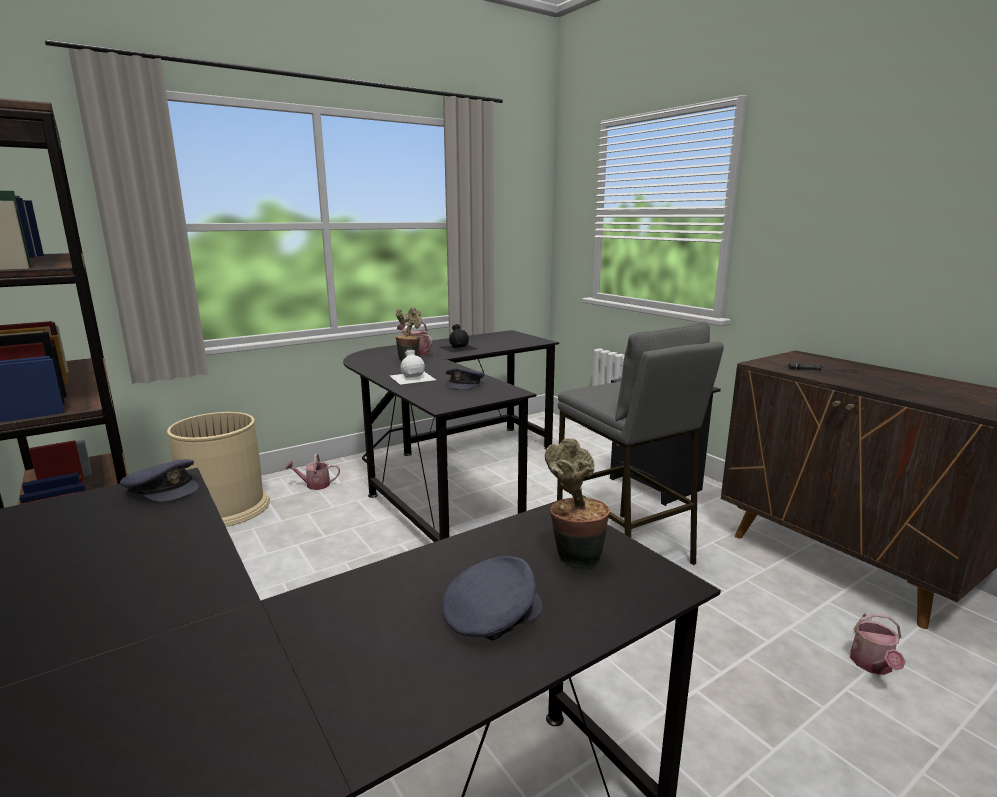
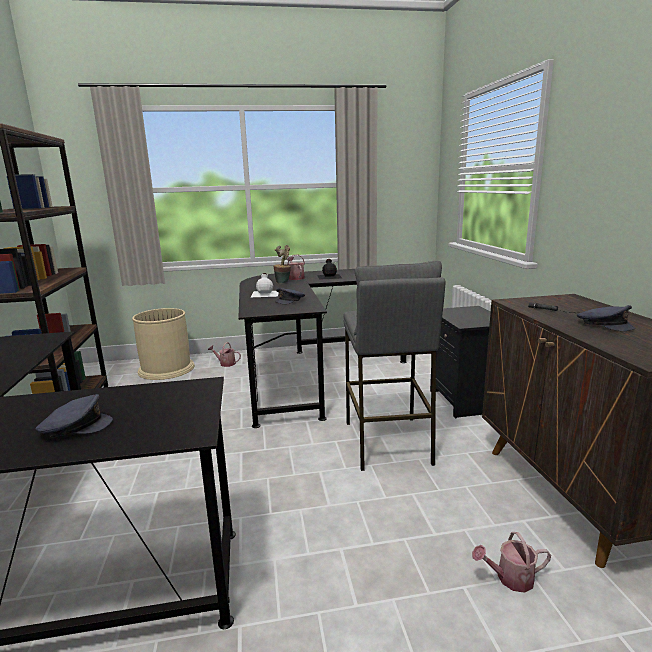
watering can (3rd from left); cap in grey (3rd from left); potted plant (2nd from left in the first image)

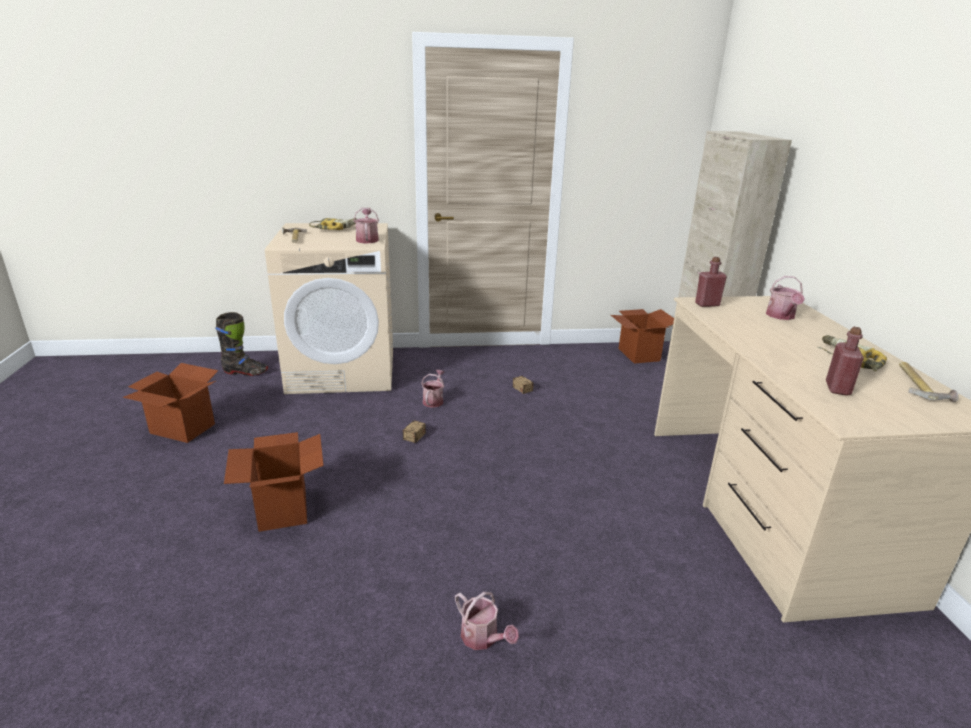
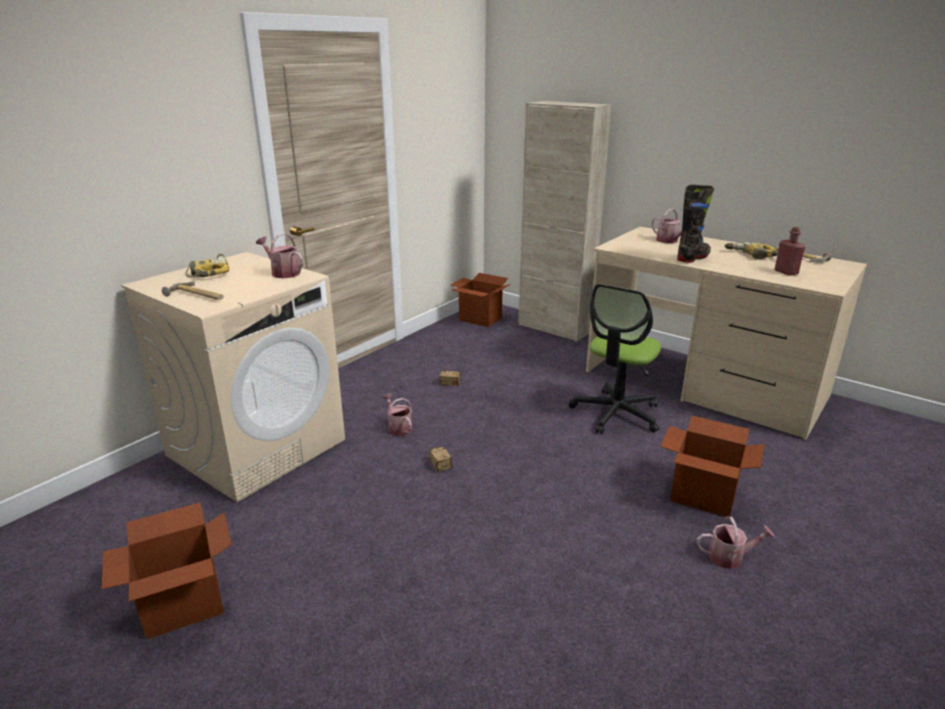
office chair; cardboard box (3rd from left); boot in black; bottle in red (1st from left in the first image)

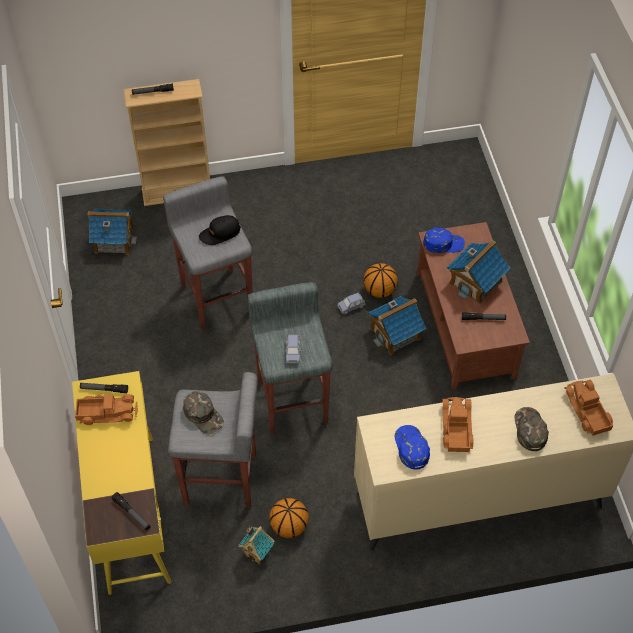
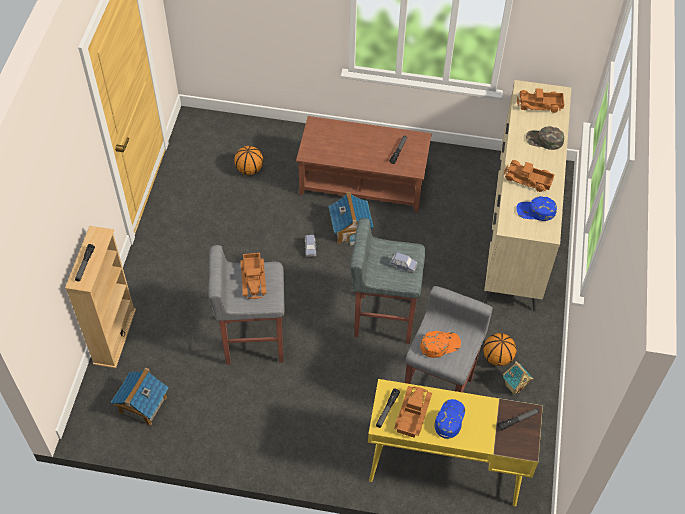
basketball (1st from left); toy truck (1st from left); cap in orange; cap in blue (1st from left); toy house (4th from left in the first image)

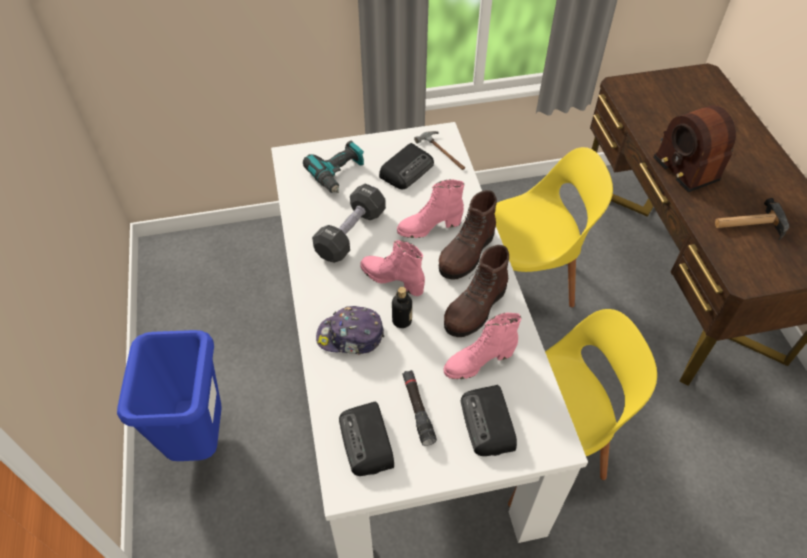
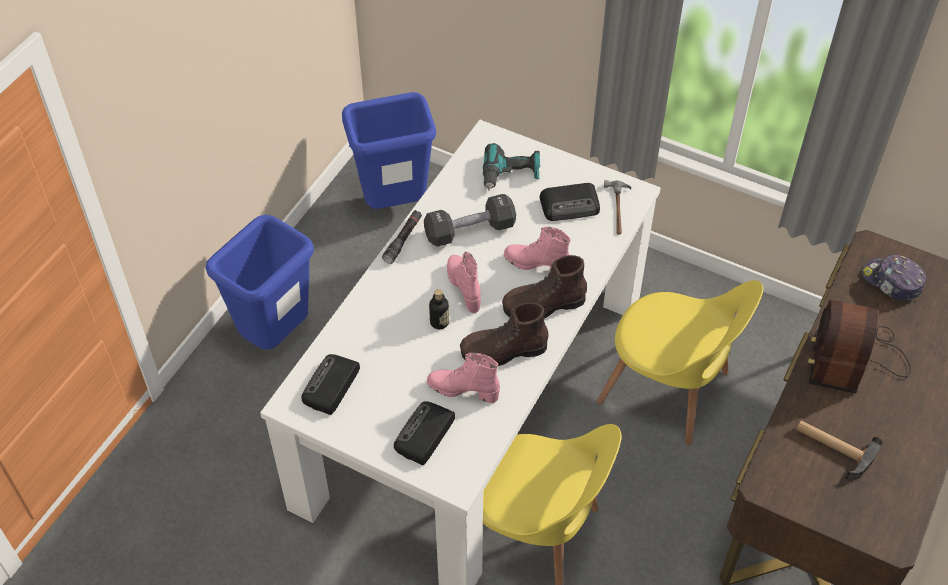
trash can in blue (2nd from left); flashlight in black; cap

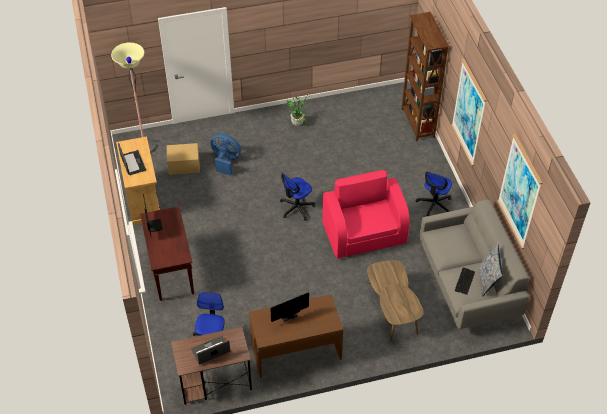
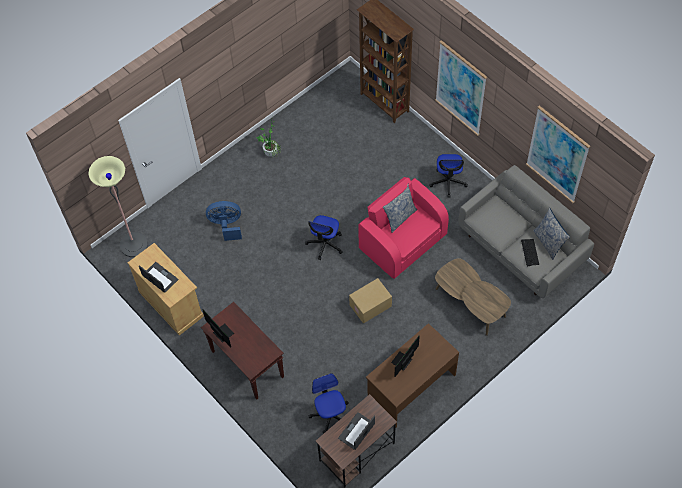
cardboard box; pillow (1st from left)

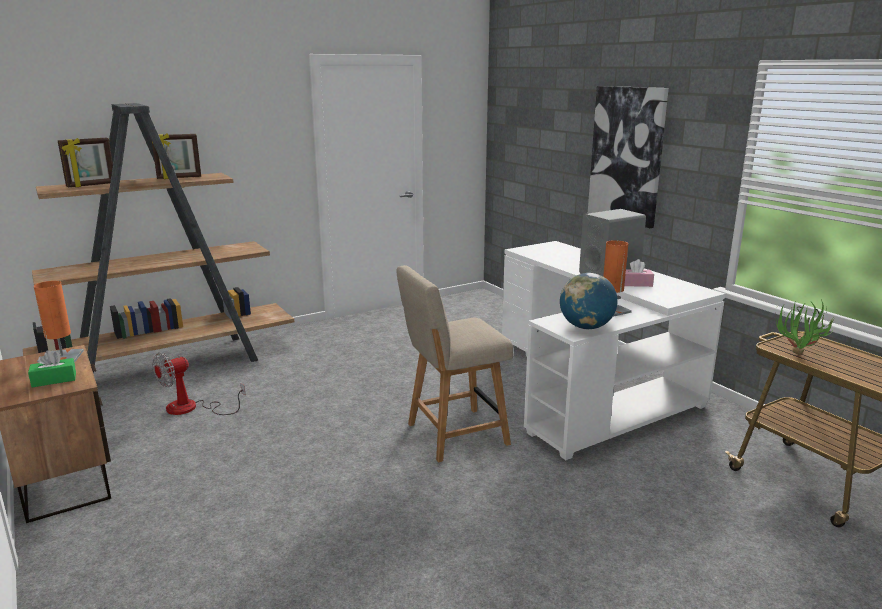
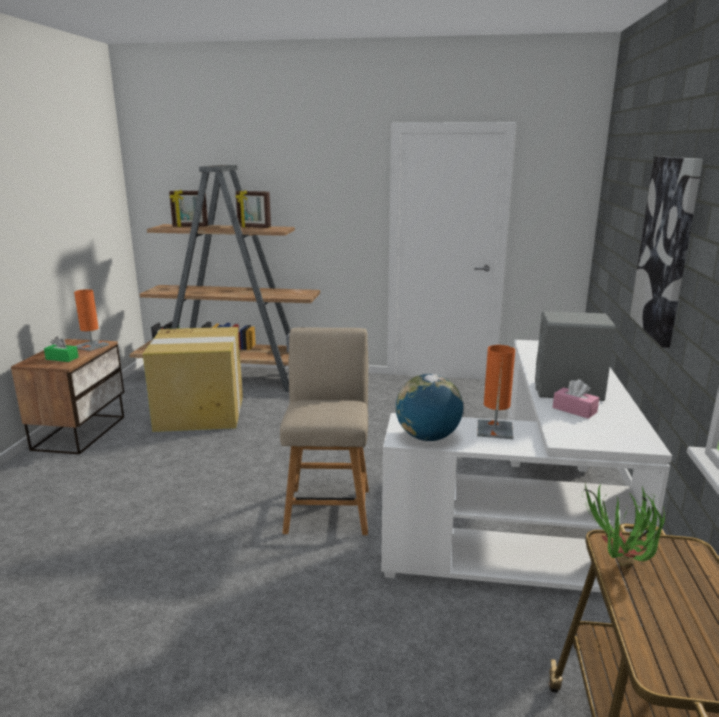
cardboard box; chair in beige

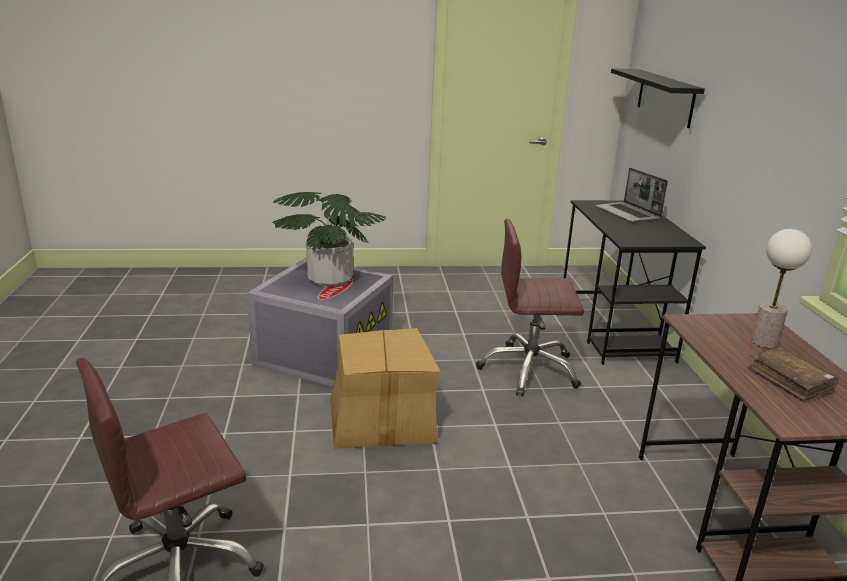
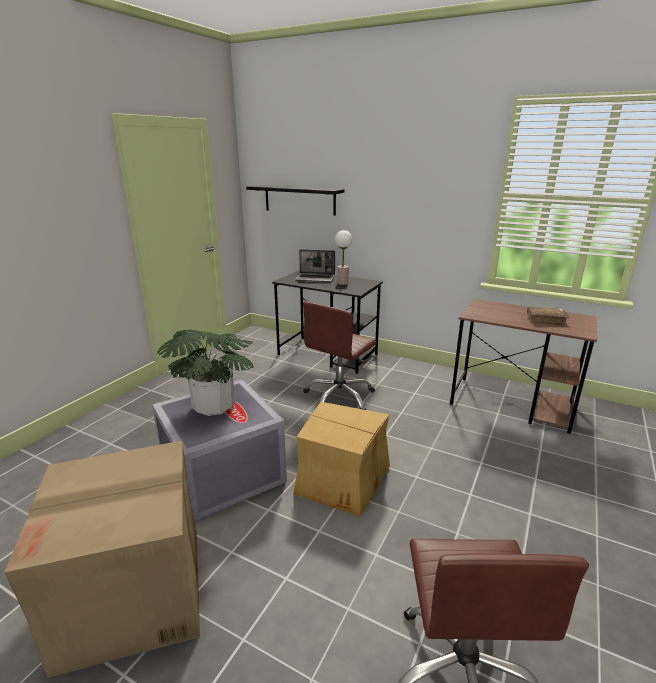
cardboard box (1st from left); table lamp

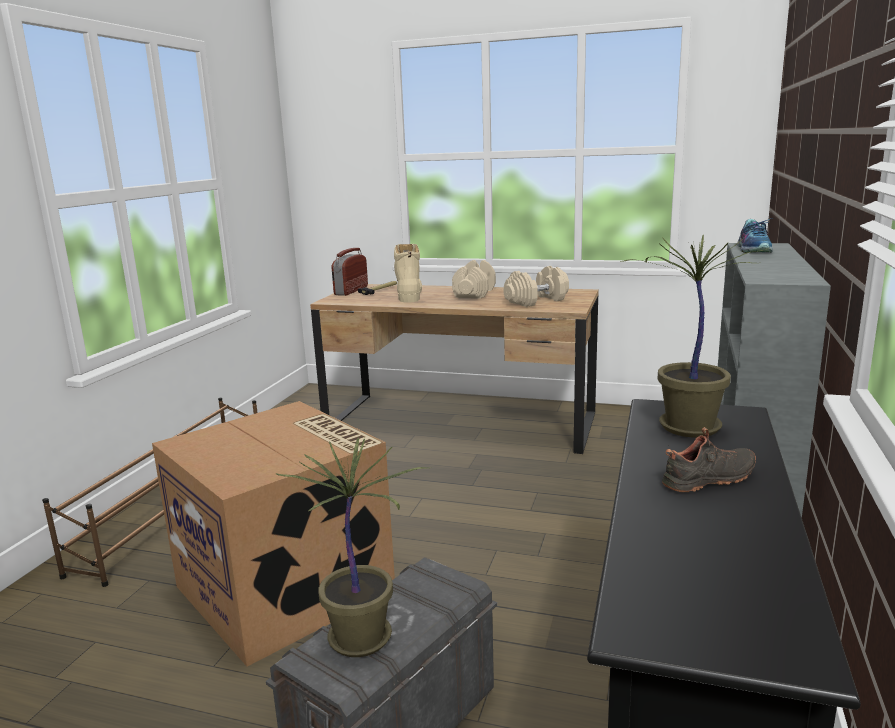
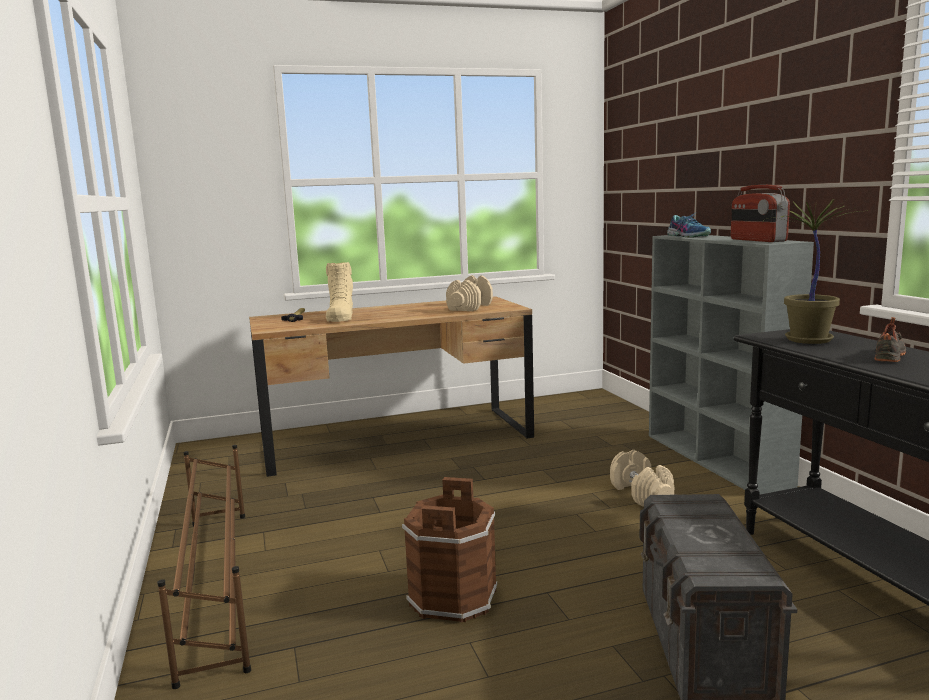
boot in beige; bucket in brown; dumbbell in beige (2nd from left); radio; potted plant (1st from left in the first image)

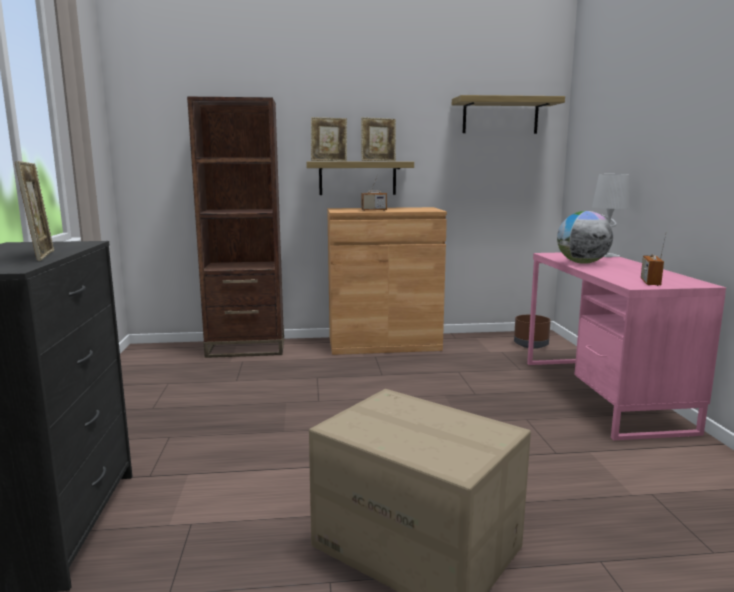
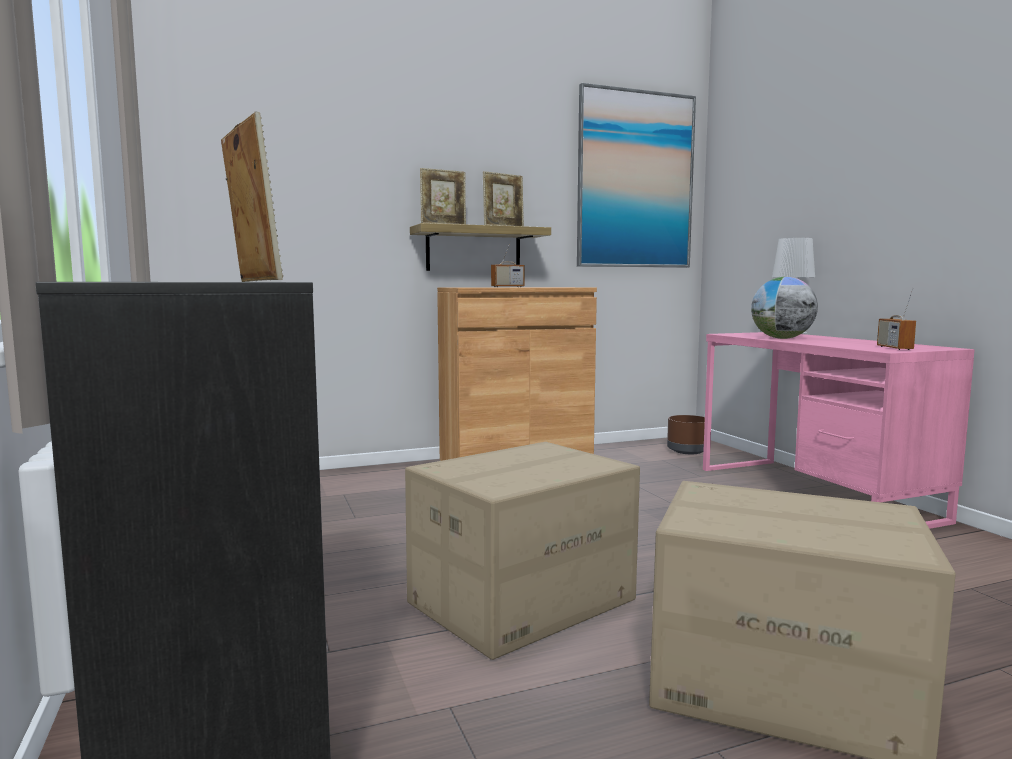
cardboard box (1st from left); picture; bookcase in brown

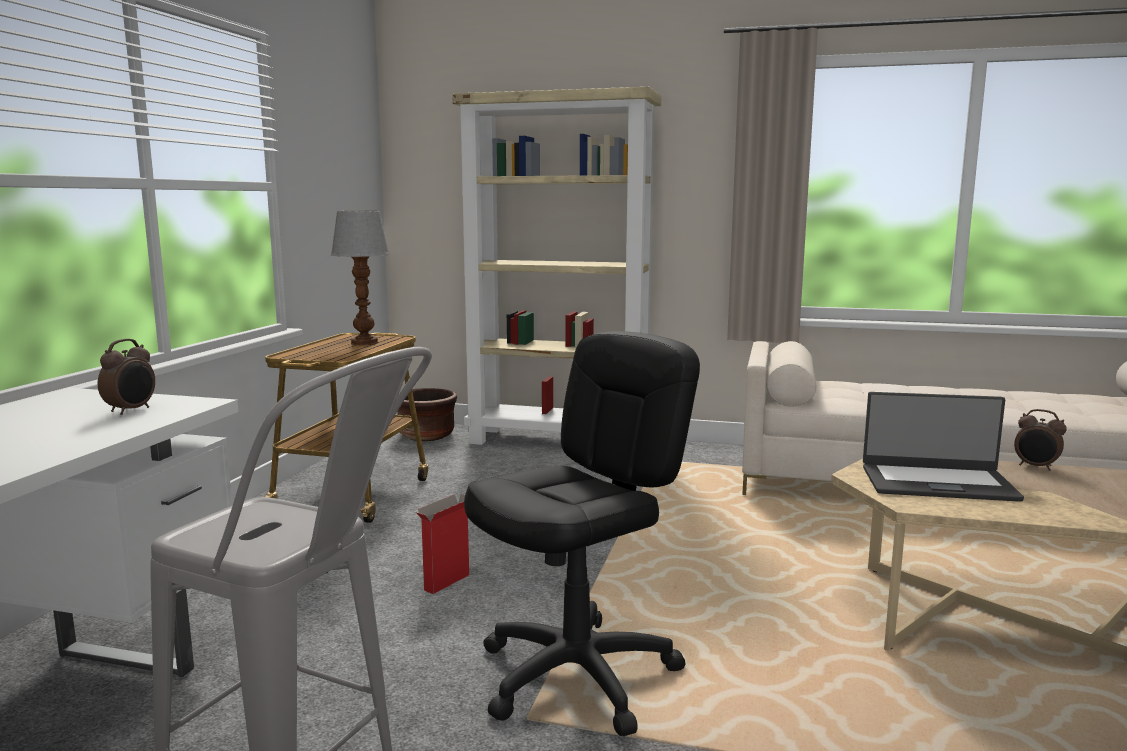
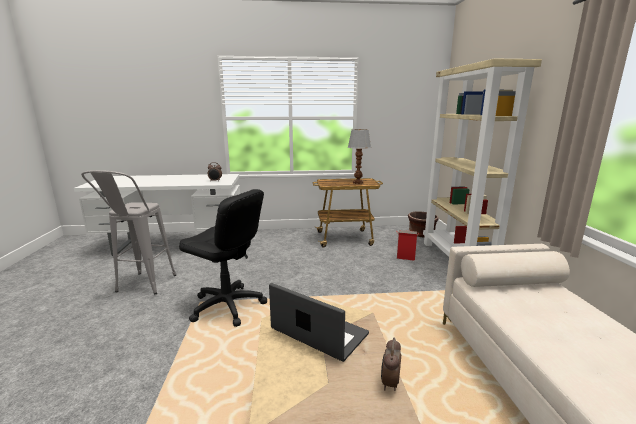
laptop; cardboard box

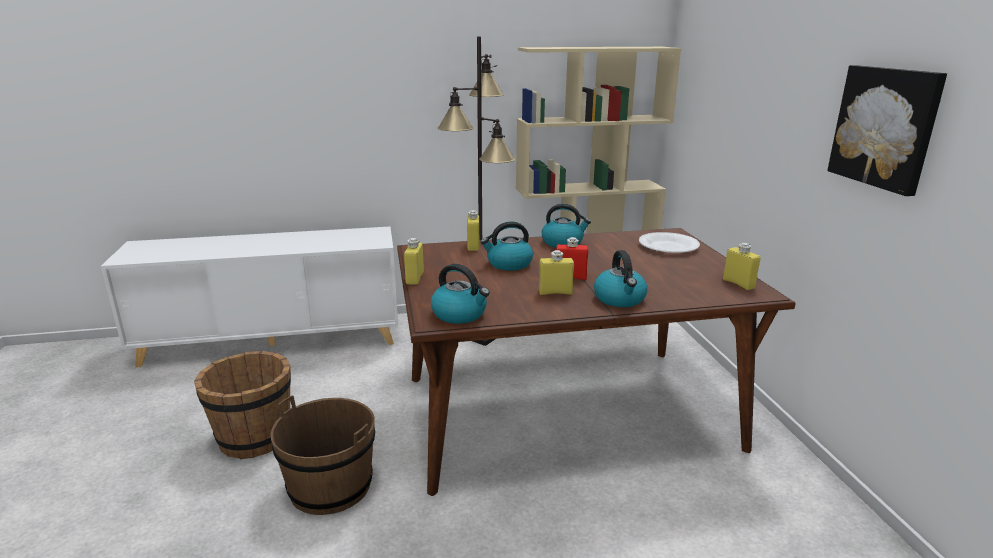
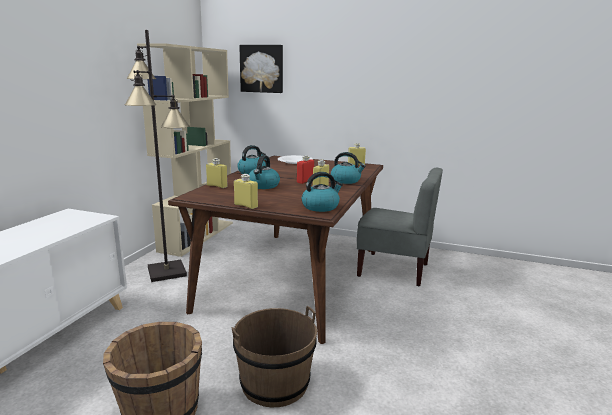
picture; chair in grey

